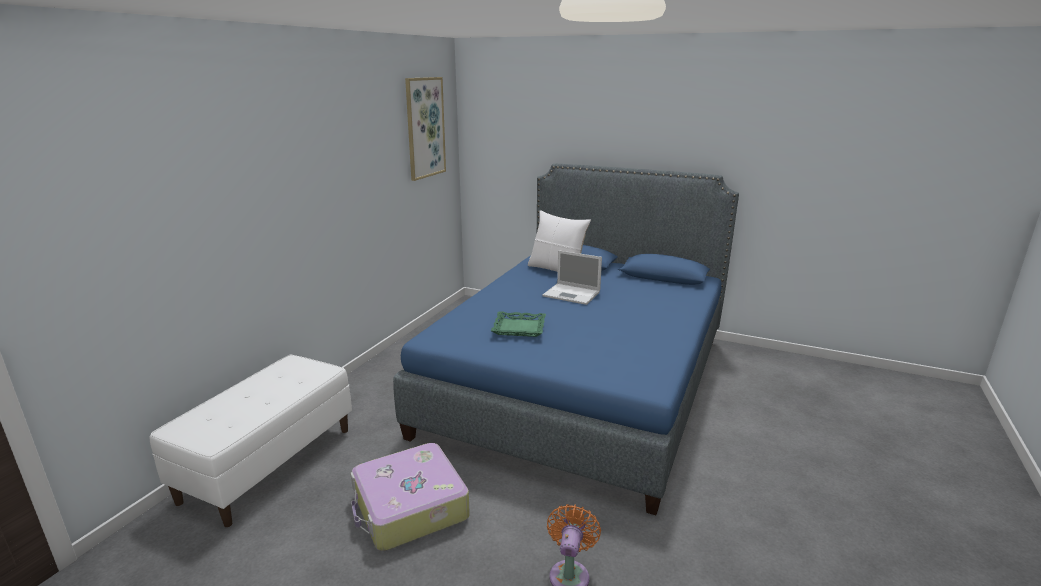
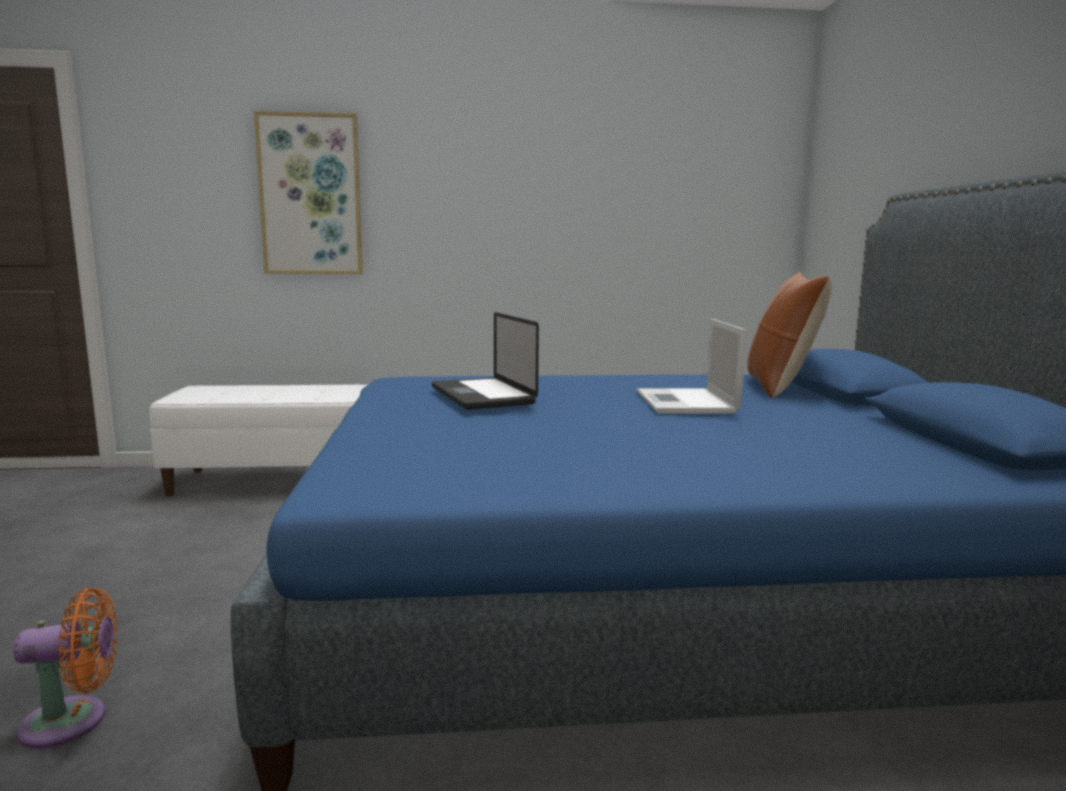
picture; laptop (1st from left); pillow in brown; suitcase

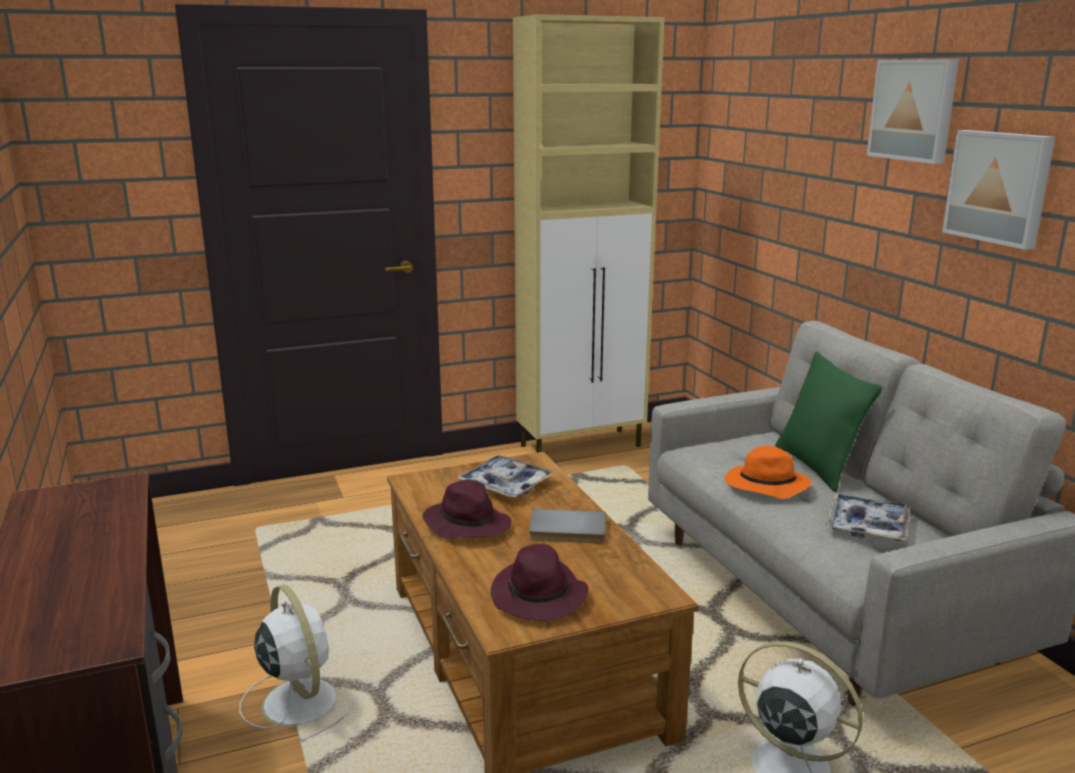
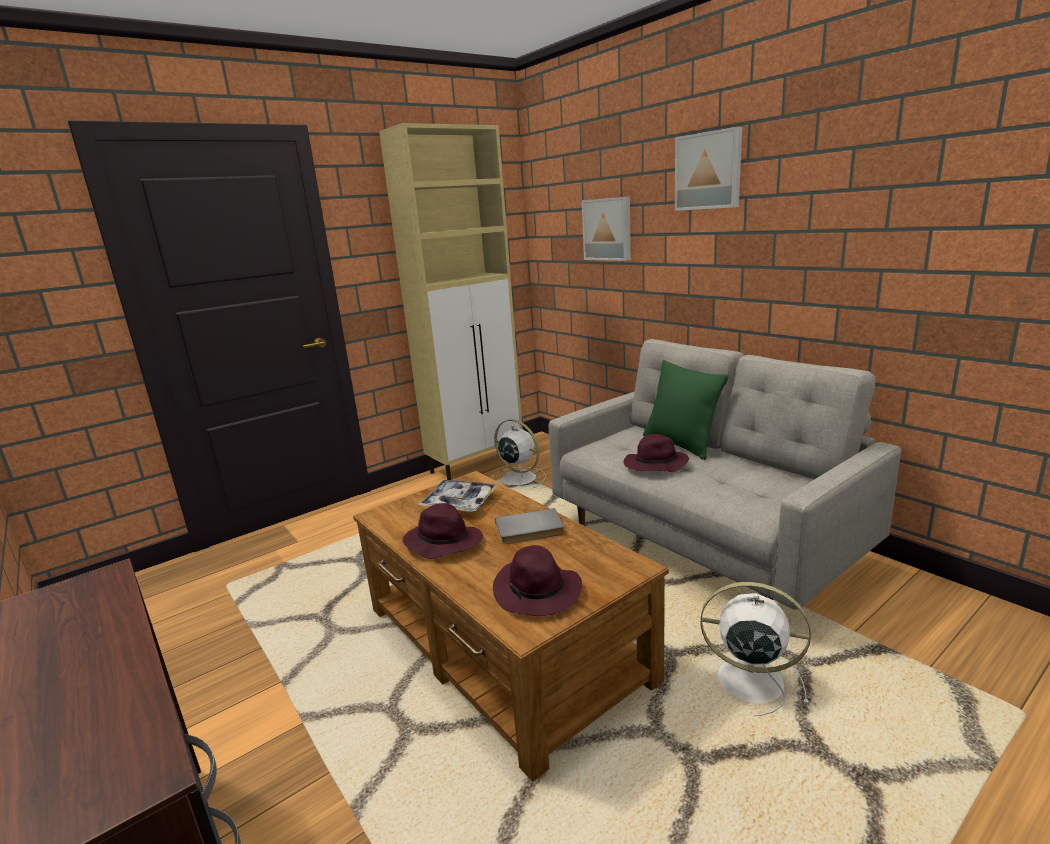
fan in white (1st from left); picture (1st from left); hat in purple (3rd from left); tray (2nd from left in the first image)

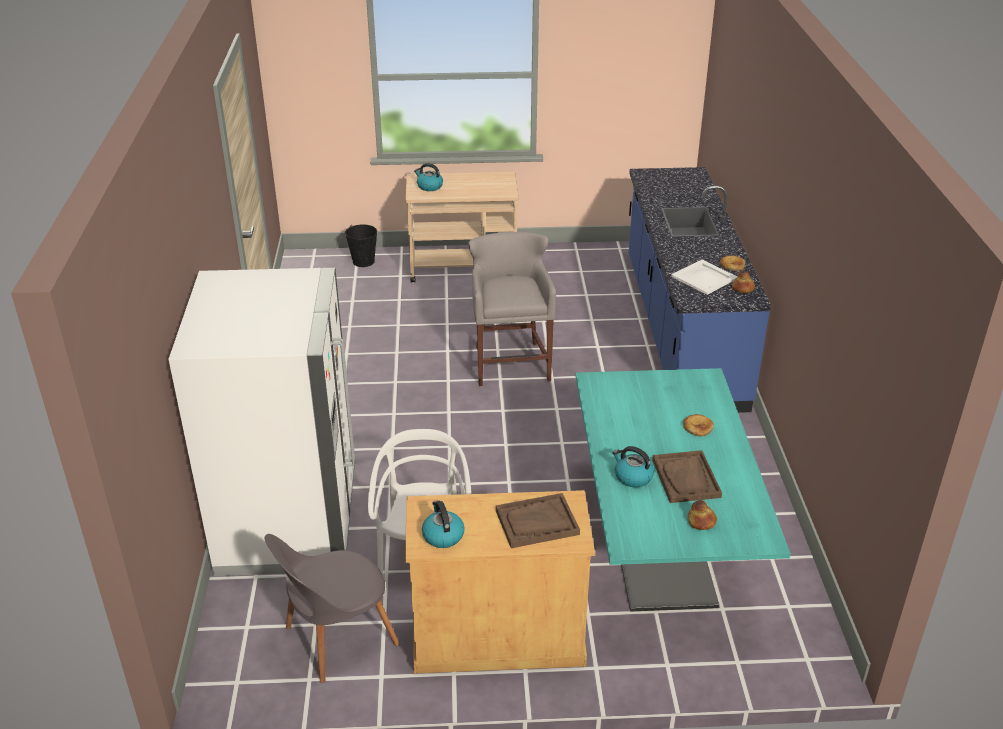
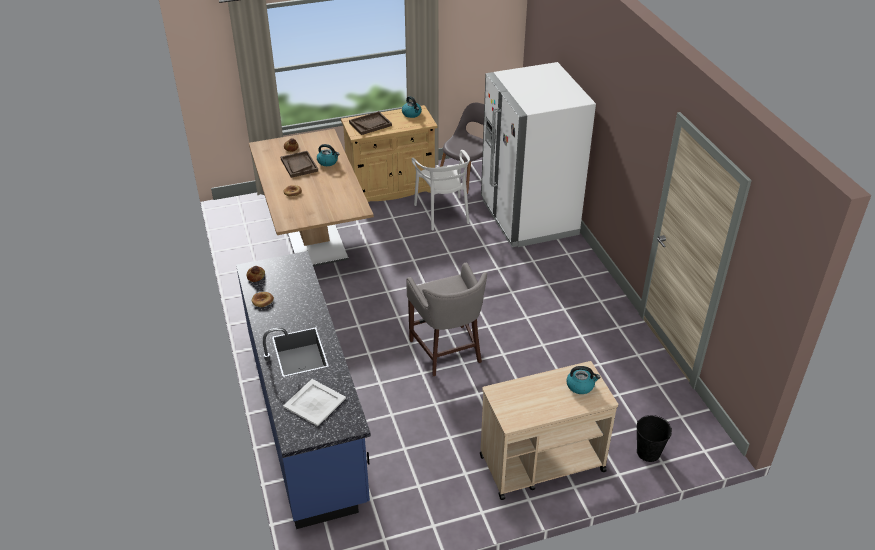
dining table in brown; tray in white

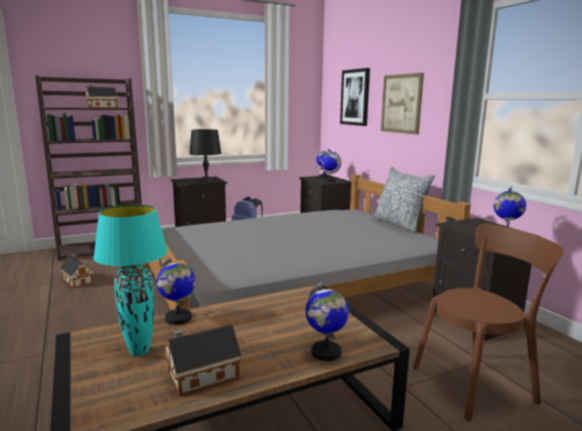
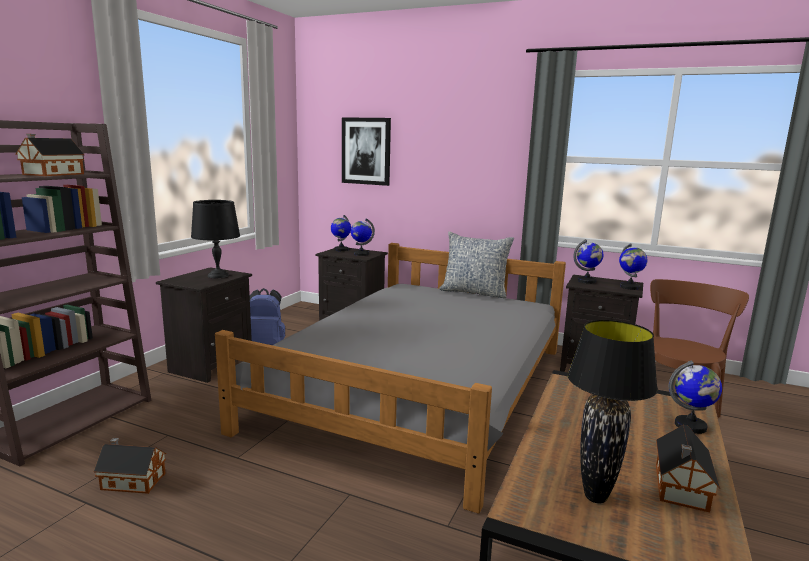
table lamp in black (2nd from left); globe (3rd from left); picture (2nd from left in the first image)

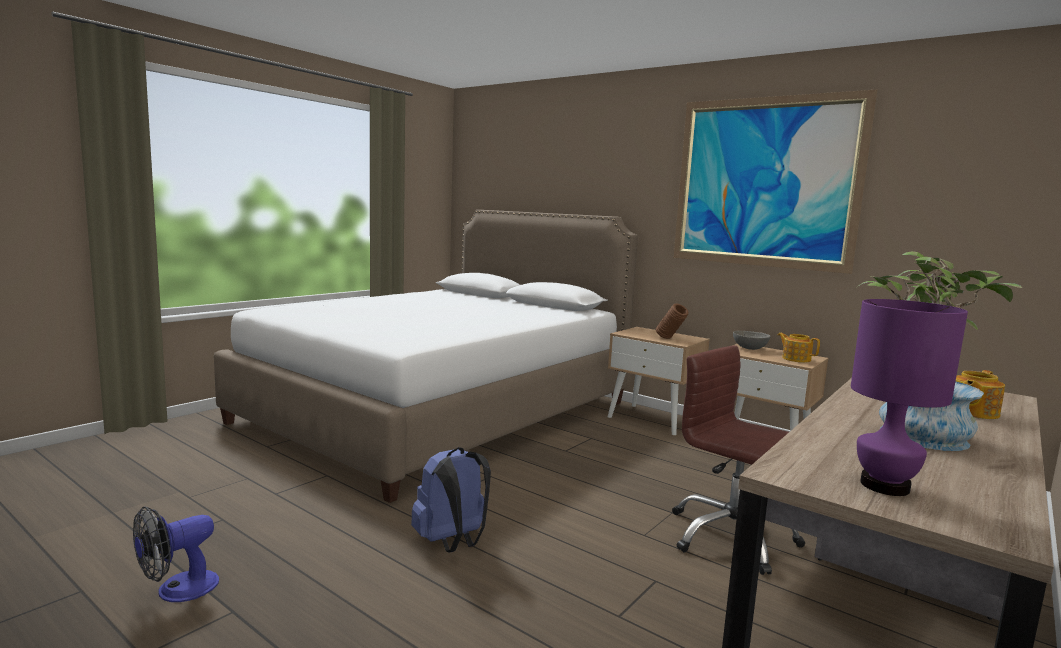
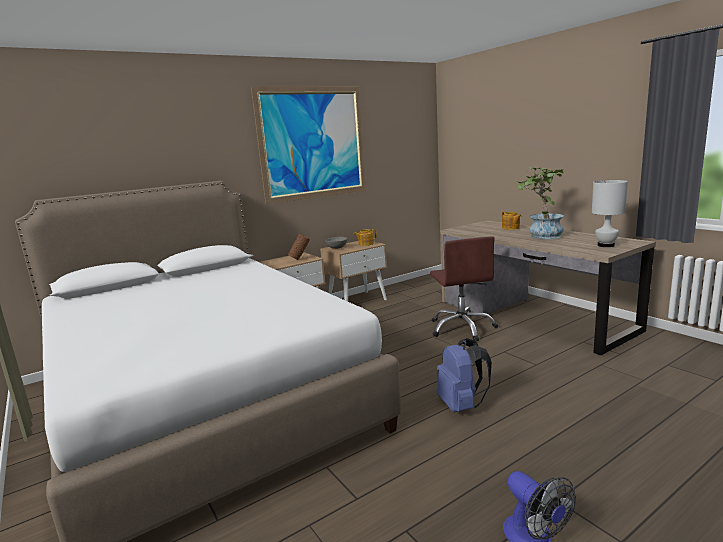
office chair in brown; table lamp in white

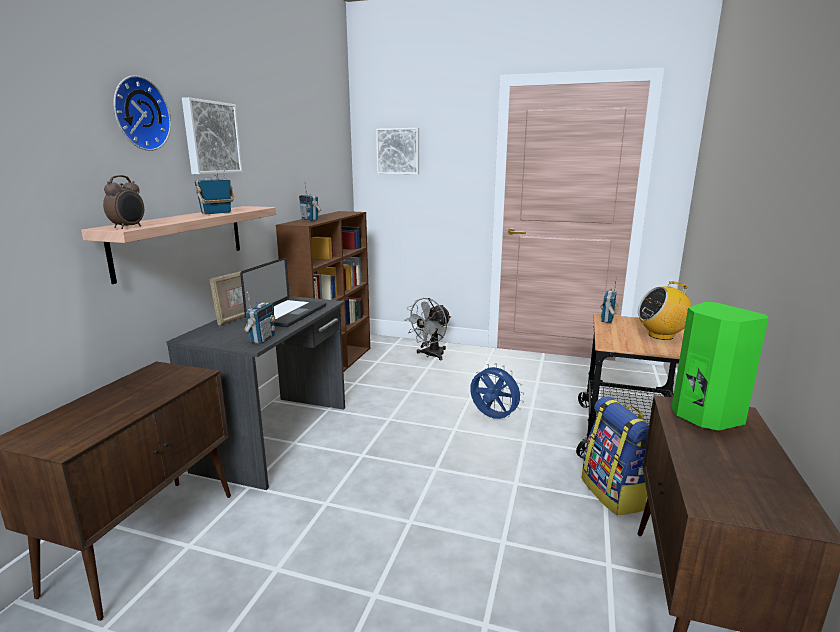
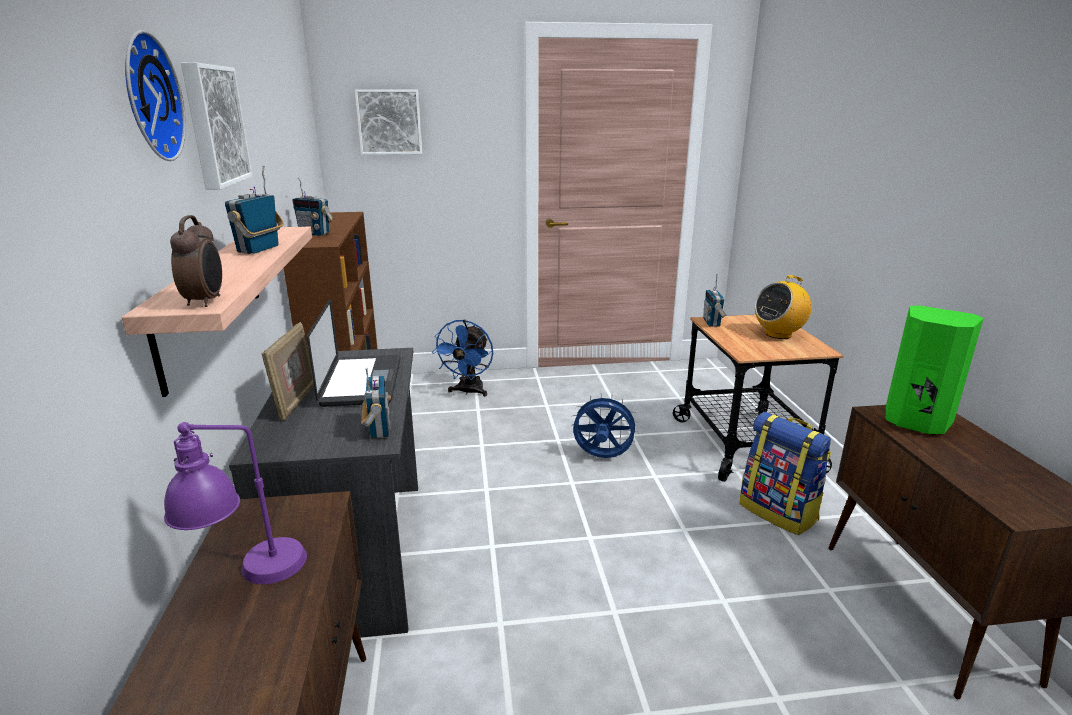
table lamp in purple; fan in blue (1st from left)

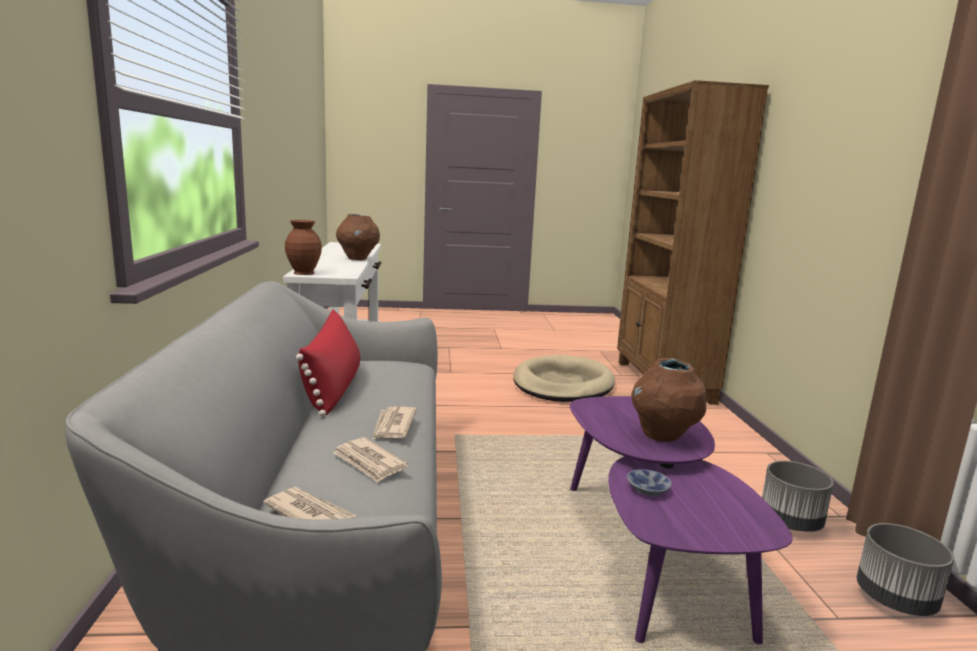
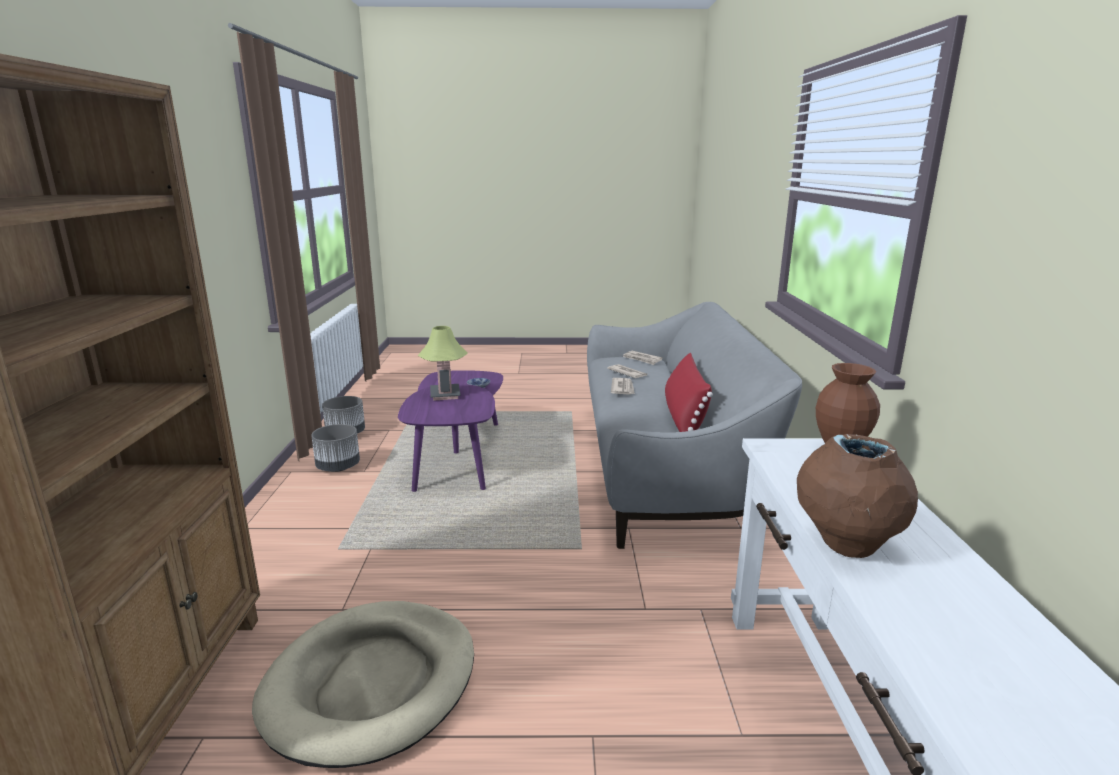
table lamp

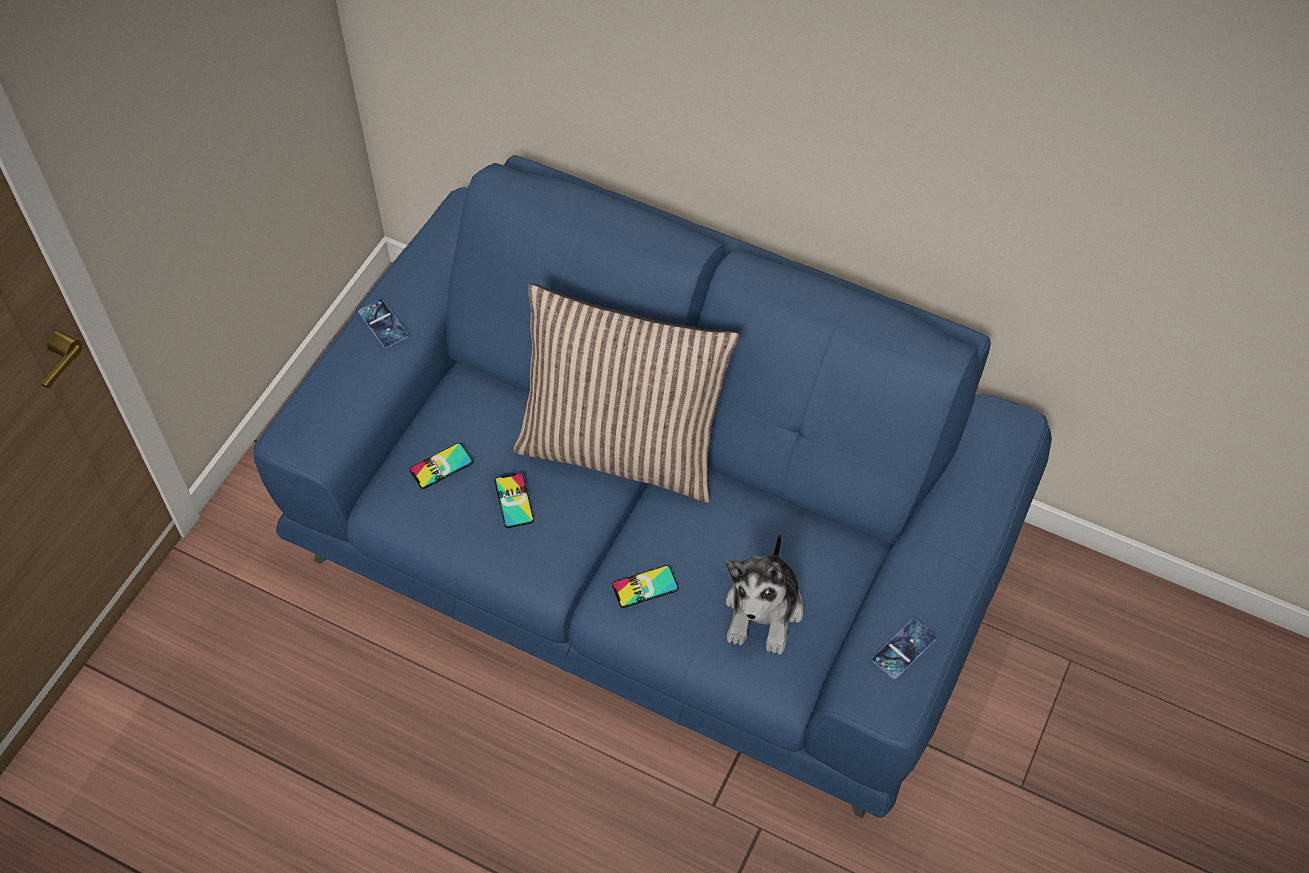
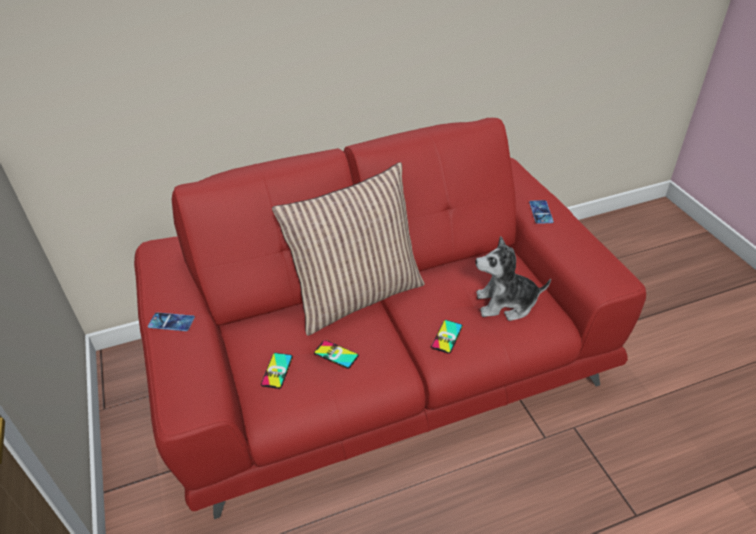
sofa in red; plush toy; phone (5th from left)

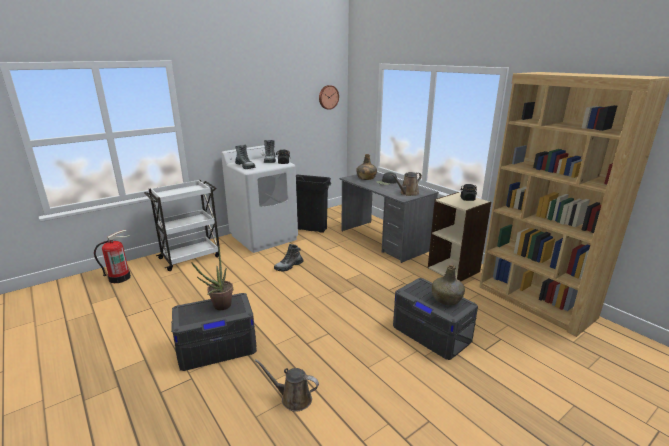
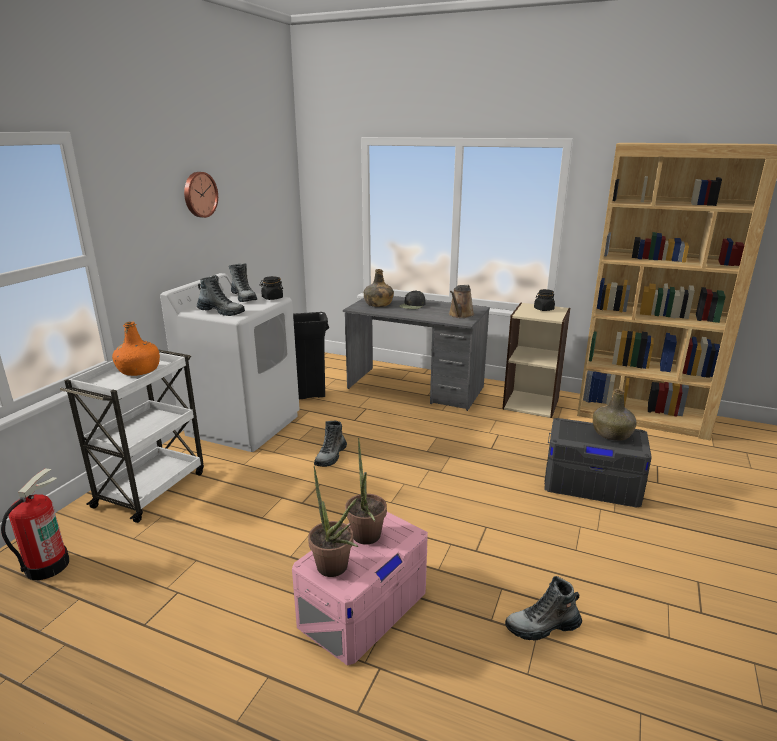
bottle in orange; wall clock; storage box in pink; potted plant (1st from left); boot (4th from left)

